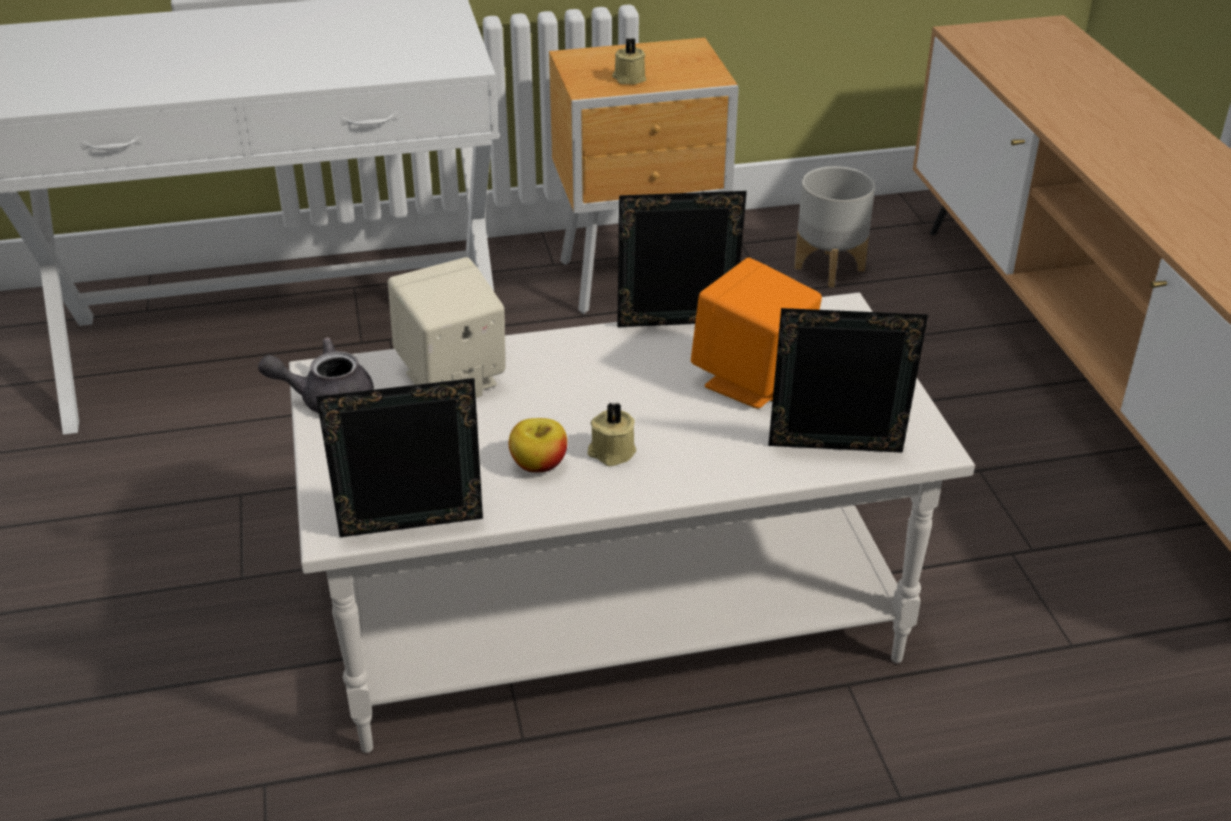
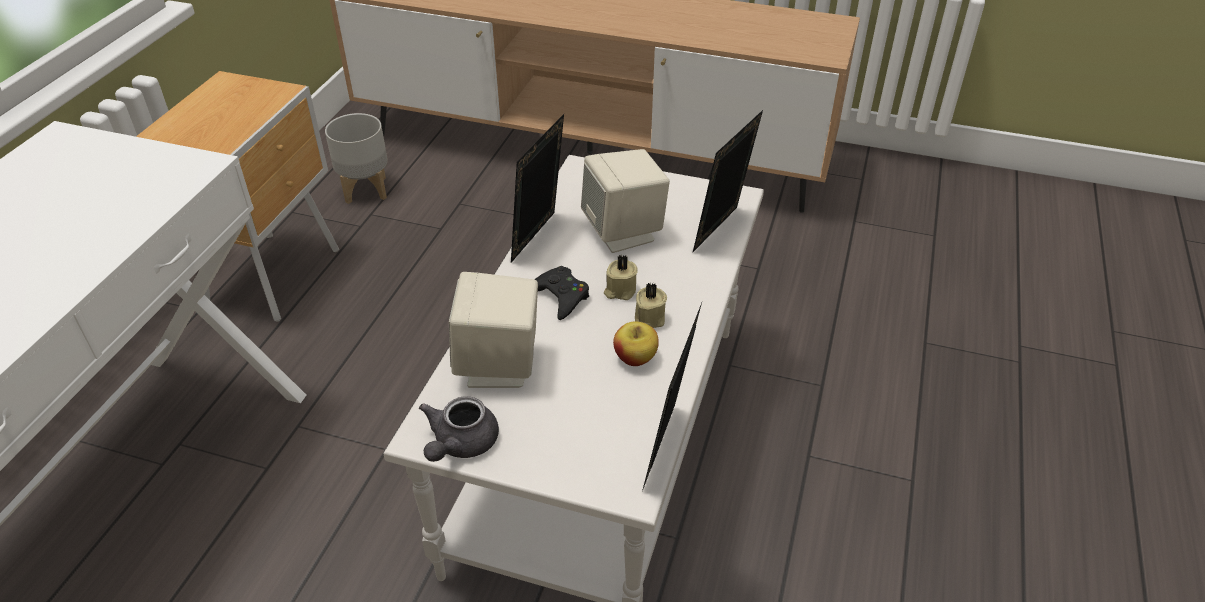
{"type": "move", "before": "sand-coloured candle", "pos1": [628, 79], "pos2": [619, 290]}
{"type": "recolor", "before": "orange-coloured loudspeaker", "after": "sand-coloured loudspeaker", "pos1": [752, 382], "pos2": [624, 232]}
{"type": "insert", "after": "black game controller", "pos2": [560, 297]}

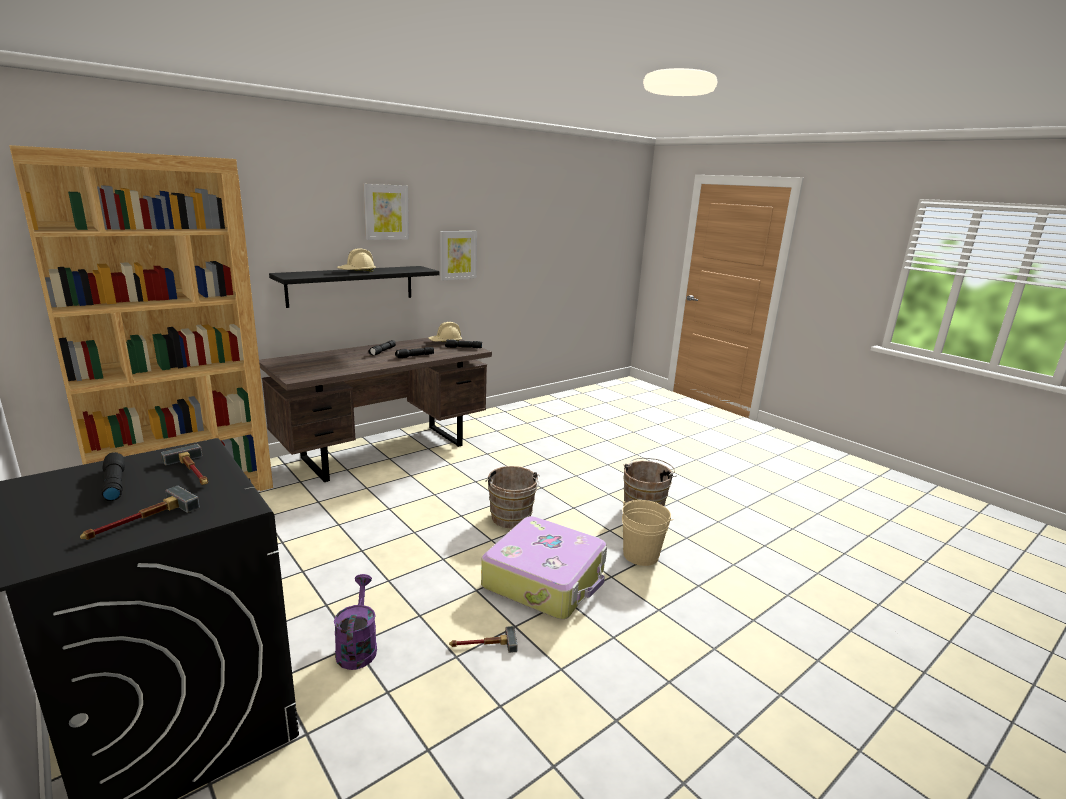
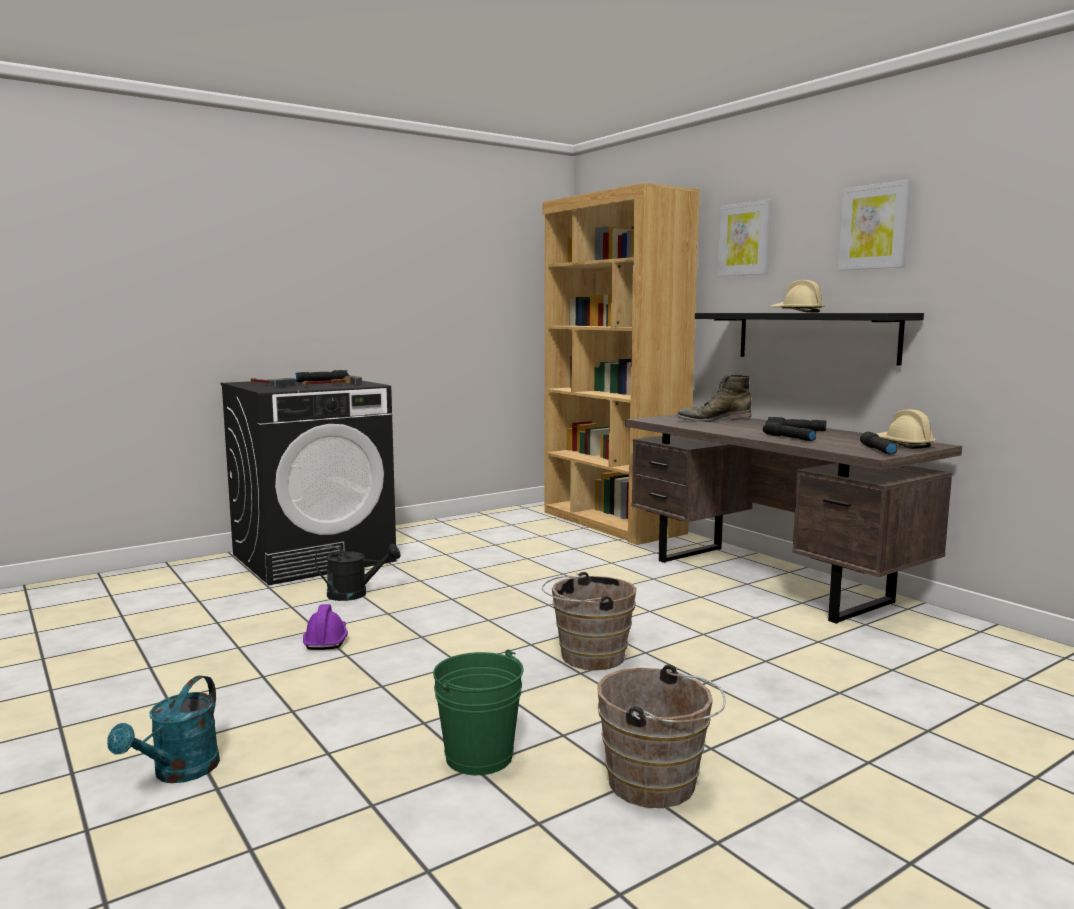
{"type": "move", "before": "picture", "pos1": [457, 255], "pos2": [745, 239]}
{"type": "recolor", "before": "sand-coloured pail", "after": "greenish pail", "pos1": [641, 555], "pos2": [479, 757]}
{"type": "delete", "before": "suitcase", "pos1": [545, 579]}
{"type": "recolor", "before": "purple-coloured watering pot", "after": "black watering pot", "pos1": [357, 646], "pos2": [355, 594]}
{"type": "replace", "before": "hand hammer", "after": "purple-coloured hard hat", "pos1": [482, 645], "pos2": [326, 640]}
{"type": "insert", "after": "greenish boot", "pos2": [713, 420]}
{"type": "insert", "after": "turquoise watering pot", "pos2": [179, 773]}

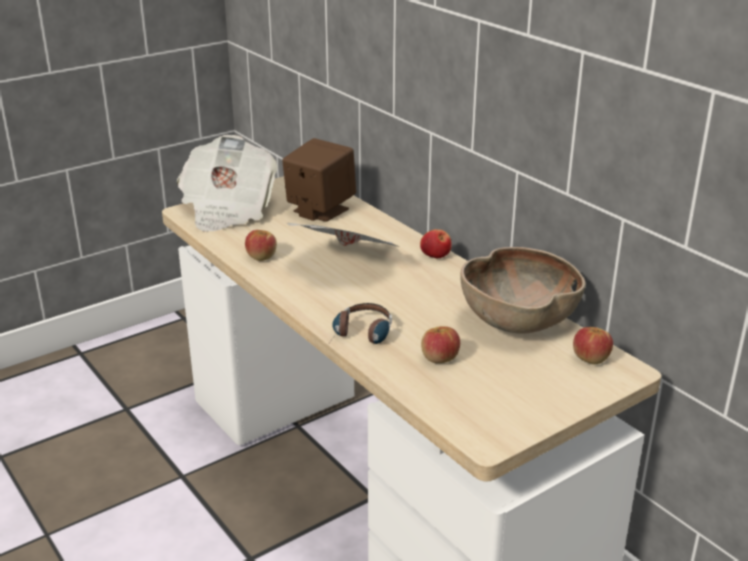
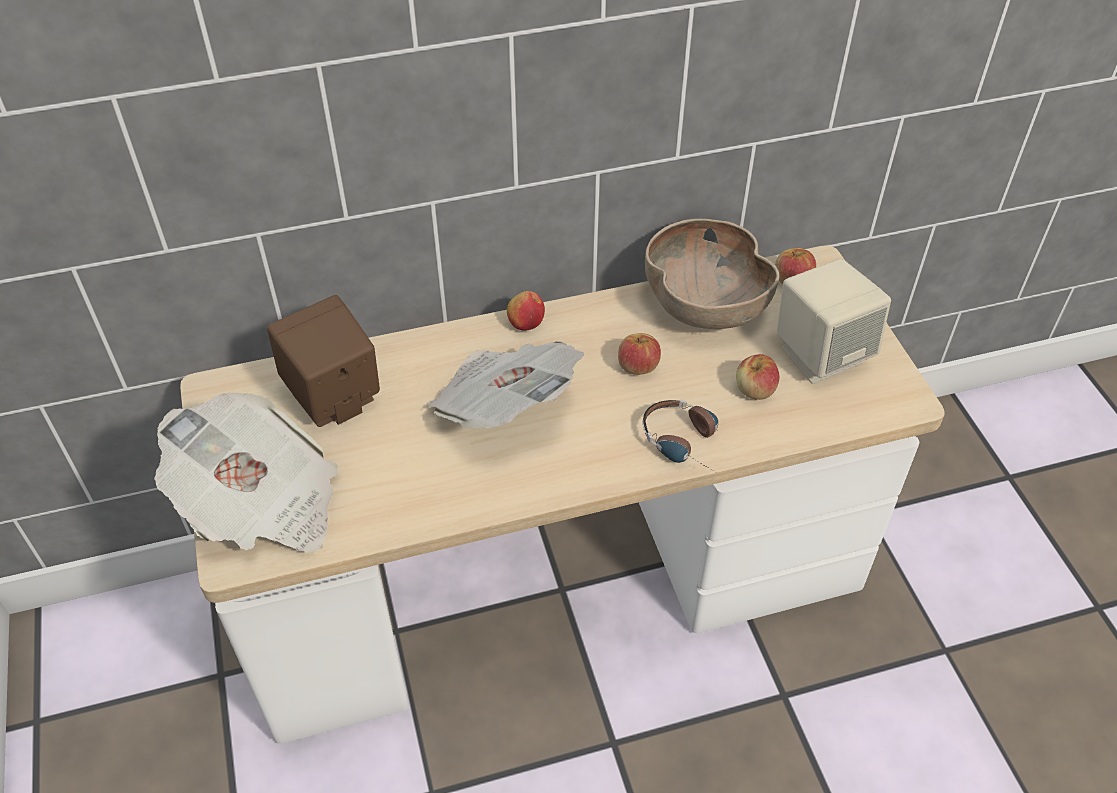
{"type": "move", "before": "apple", "pos1": [261, 256], "pos2": [637, 366]}
{"type": "insert", "after": "sand-coloured loudspeaker", "pos2": [821, 354]}

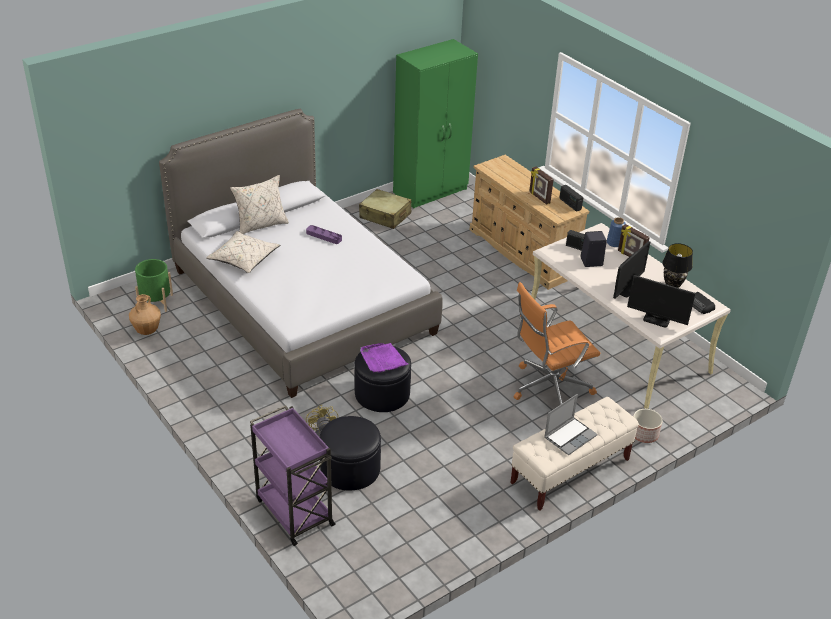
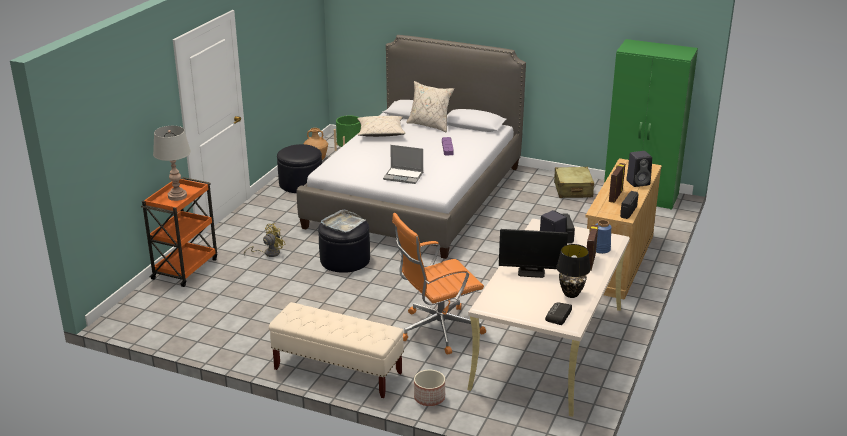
{"type": "delete", "before": "computer screen", "pos1": [656, 319]}
{"type": "rotate", "before": "orange-coloured desk chair", "pos1": [548, 388], "pos2": [437, 330], "turn": -60}
{"type": "recolor", "before": "purple-coloured carrying tray", "after": "greyish carrying tray", "pos1": [382, 359], "pos2": [343, 223]}
{"type": "move", "before": "notebook computer", "pos1": [570, 436], "pos2": [404, 176]}
{"type": "recolor", "before": "purple-coloured cart", "after": "orange-coloured cart", "pos1": [293, 511], "pos2": [185, 268]}
{"type": "move", "before": "black ottoman", "pos1": [350, 468], "pos2": [301, 183]}
{"type": "insert", "after": "greyish table lamp", "pos2": [177, 196]}
{"type": "insert", "after": "black loudspeaker", "pos2": [638, 182]}

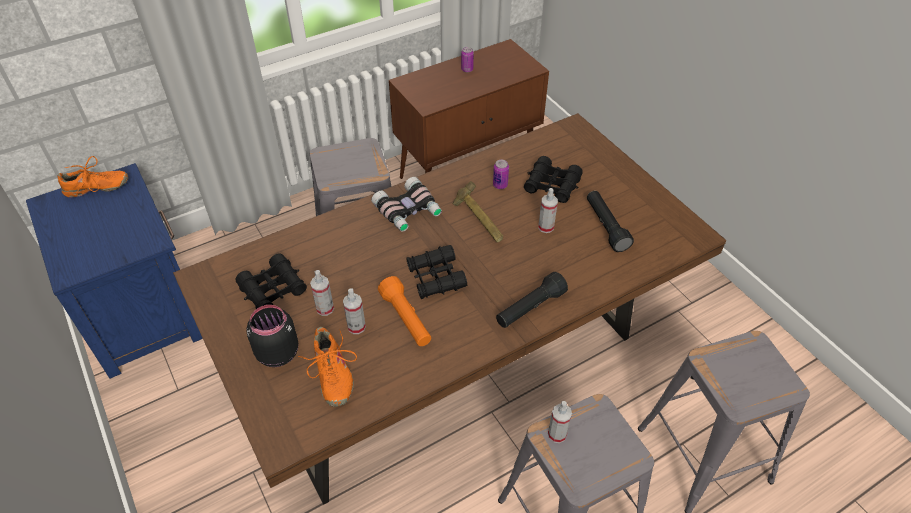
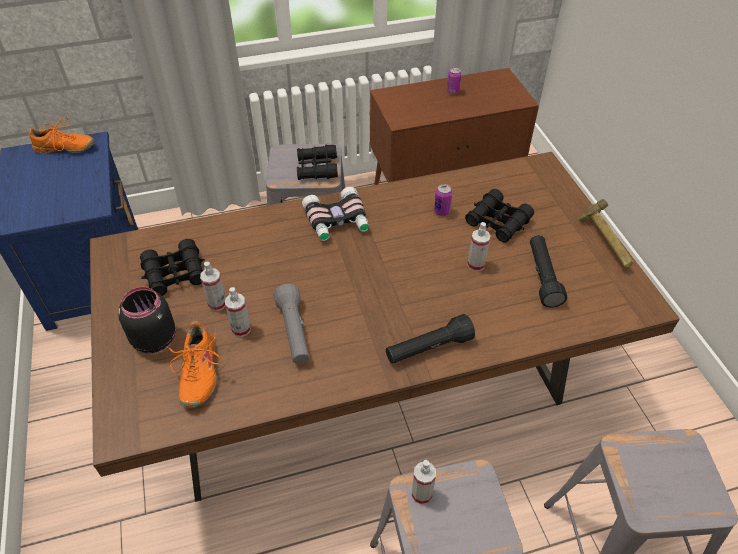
{"type": "move", "before": "hand hammer", "pos1": [479, 222], "pos2": [605, 243]}
{"type": "move", "before": "black pair of binoculars", "pos1": [436, 277], "pos2": [317, 168]}
{"type": "recolor", "before": "orange-coloured torch", "after": "greyish torch", "pos1": [406, 319], "pos2": [294, 332]}

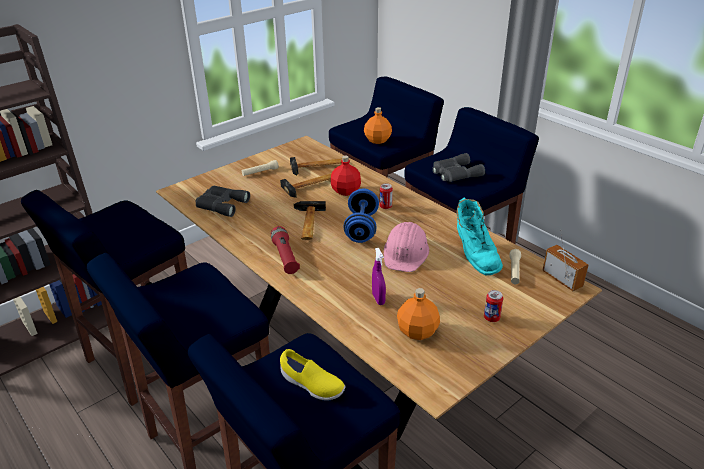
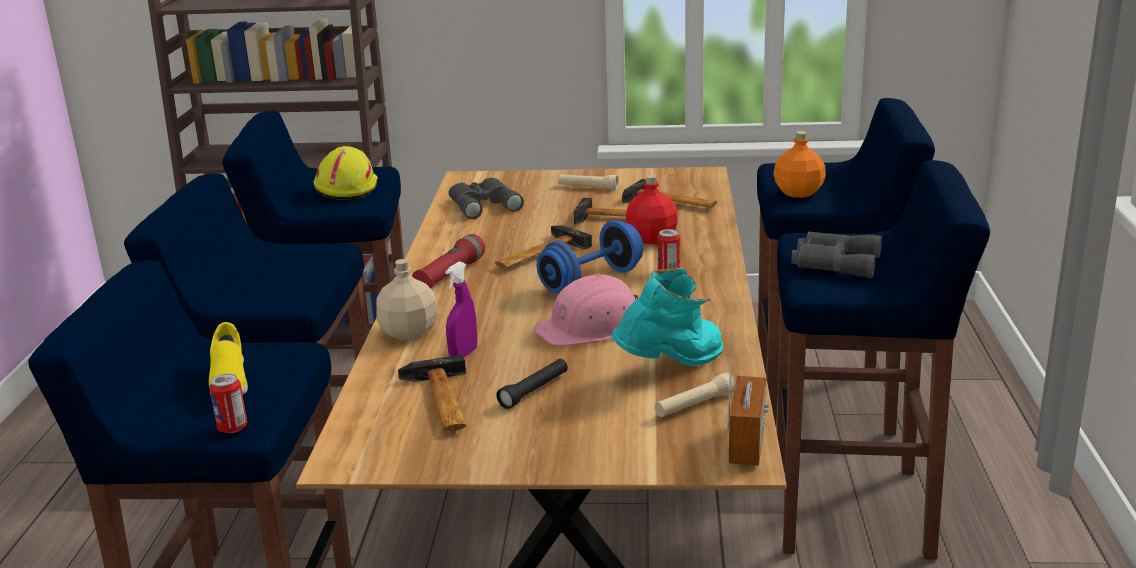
{"type": "rotate", "before": "turquoise boot", "pos1": [474, 257], "pos2": [672, 367], "turn": -150}
{"type": "replace", "before": "orange-coloured drink bottle", "after": "hand hammer", "pos1": [417, 331], "pos2": [441, 403]}
{"type": "move", "before": "metal can", "pos1": [491, 318], "pos2": [232, 428]}
{"type": "insert", "after": "yellow-coloured hard hat", "pos2": [346, 189]}
{"type": "insert", "after": "sand-coloured drink bottle", "pos2": [409, 332]}
{"type": "insert", "after": "black torch", "pos2": [534, 391]}

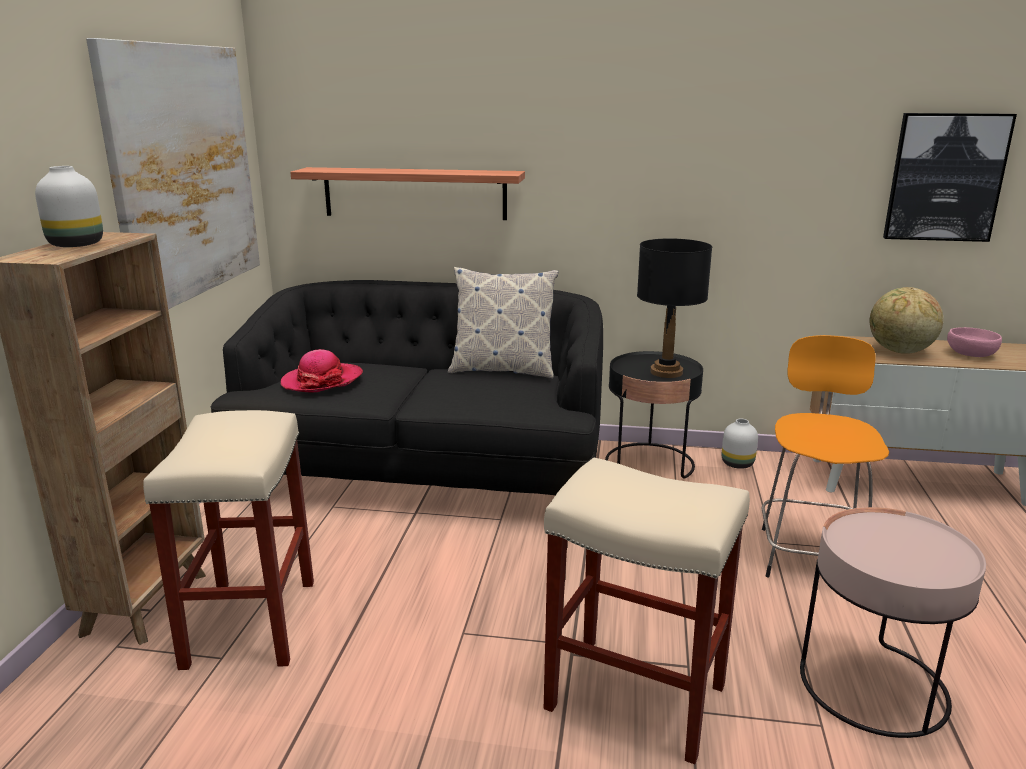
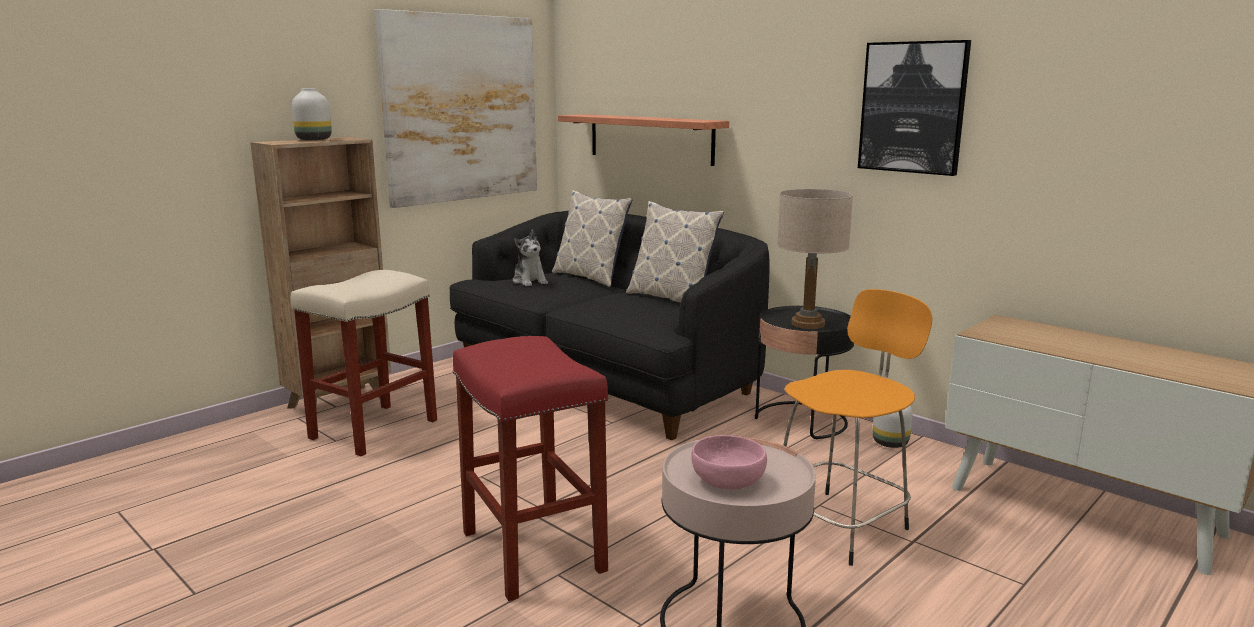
{"type": "move", "before": "picture", "pos1": [945, 177], "pos2": [913, 107]}
{"type": "recolor", "before": "black table lamp", "after": "sand-coloured table lamp", "pos1": [666, 372], "pos2": [808, 324]}
{"type": "delete", "before": "globe", "pos1": [899, 351]}
{"type": "move", "before": "pinkish deep dish", "pos1": [971, 354], "pos2": [727, 481]}
{"type": "replace", "before": "wearable hat", "after": "cuddly toy", "pos1": [322, 381], "pos2": [529, 281]}
{"type": "recolor", "before": "sand-coloured stool seat", "after": "red stool seat", "pos1": [633, 697], "pos2": [531, 550]}
{"type": "insert", "after": "cushion", "pos2": [590, 277]}

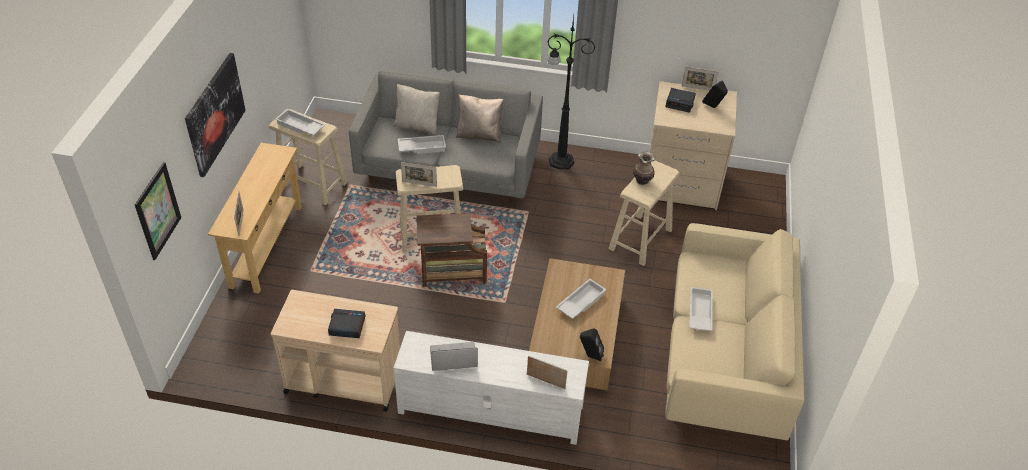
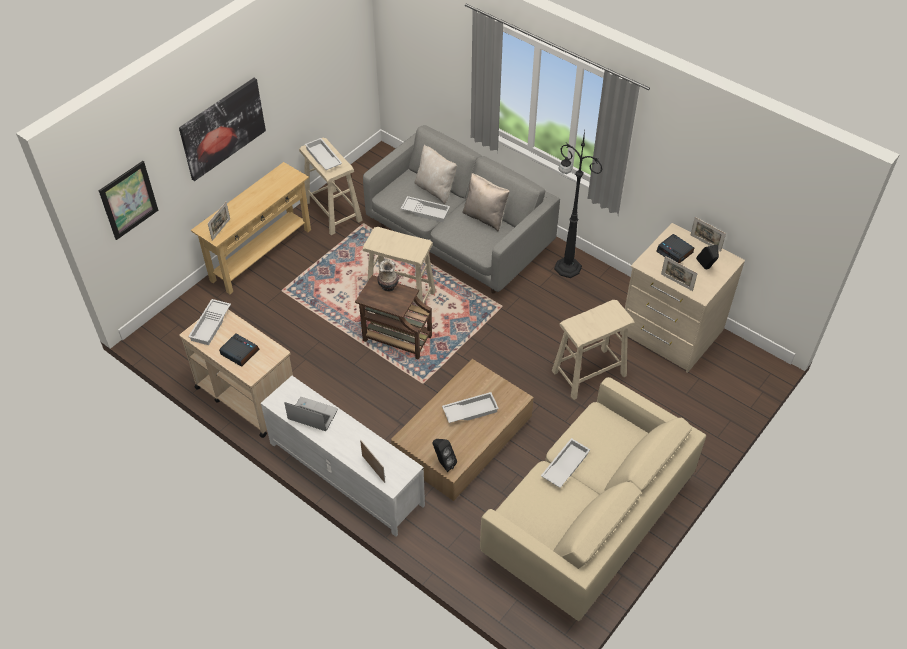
{"type": "move", "before": "vase", "pos1": [642, 180], "pos2": [388, 286]}
{"type": "move", "before": "picture frame", "pos1": [419, 184], "pos2": [676, 282]}
{"type": "insert", "after": "white carrying tray", "pos2": [211, 325]}

